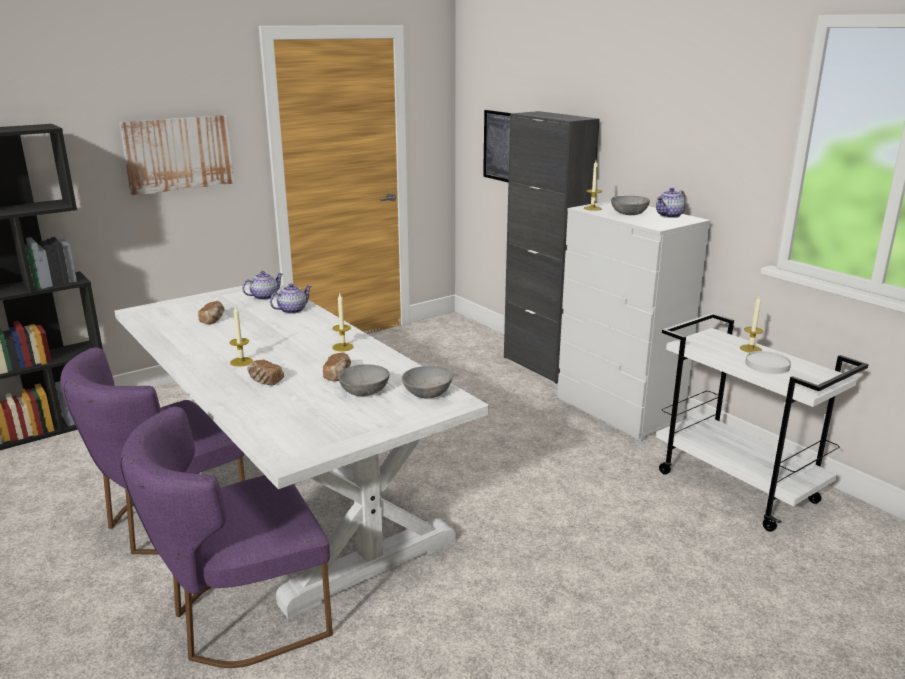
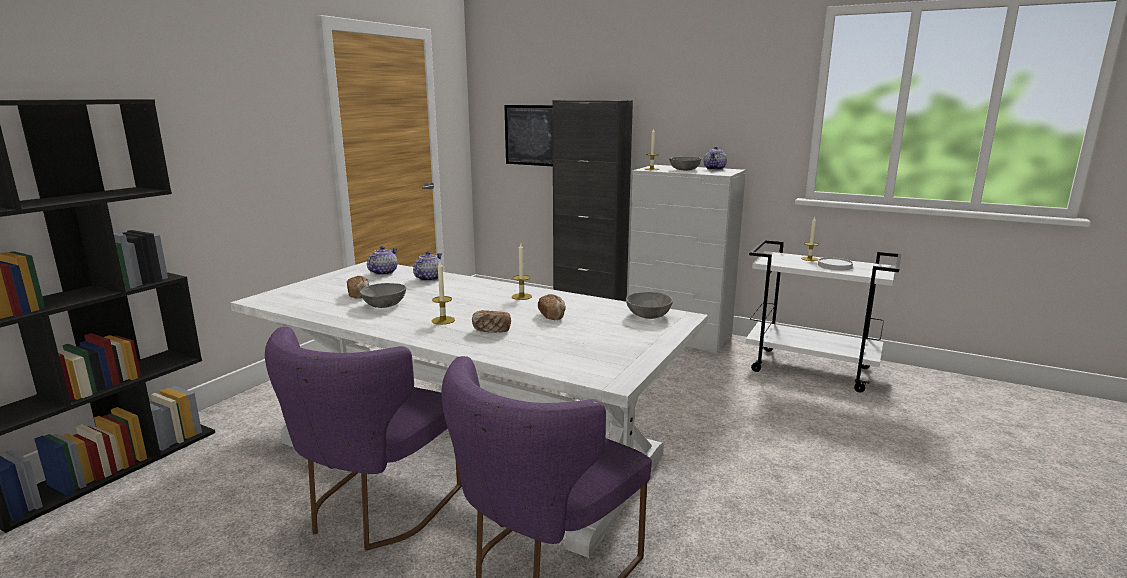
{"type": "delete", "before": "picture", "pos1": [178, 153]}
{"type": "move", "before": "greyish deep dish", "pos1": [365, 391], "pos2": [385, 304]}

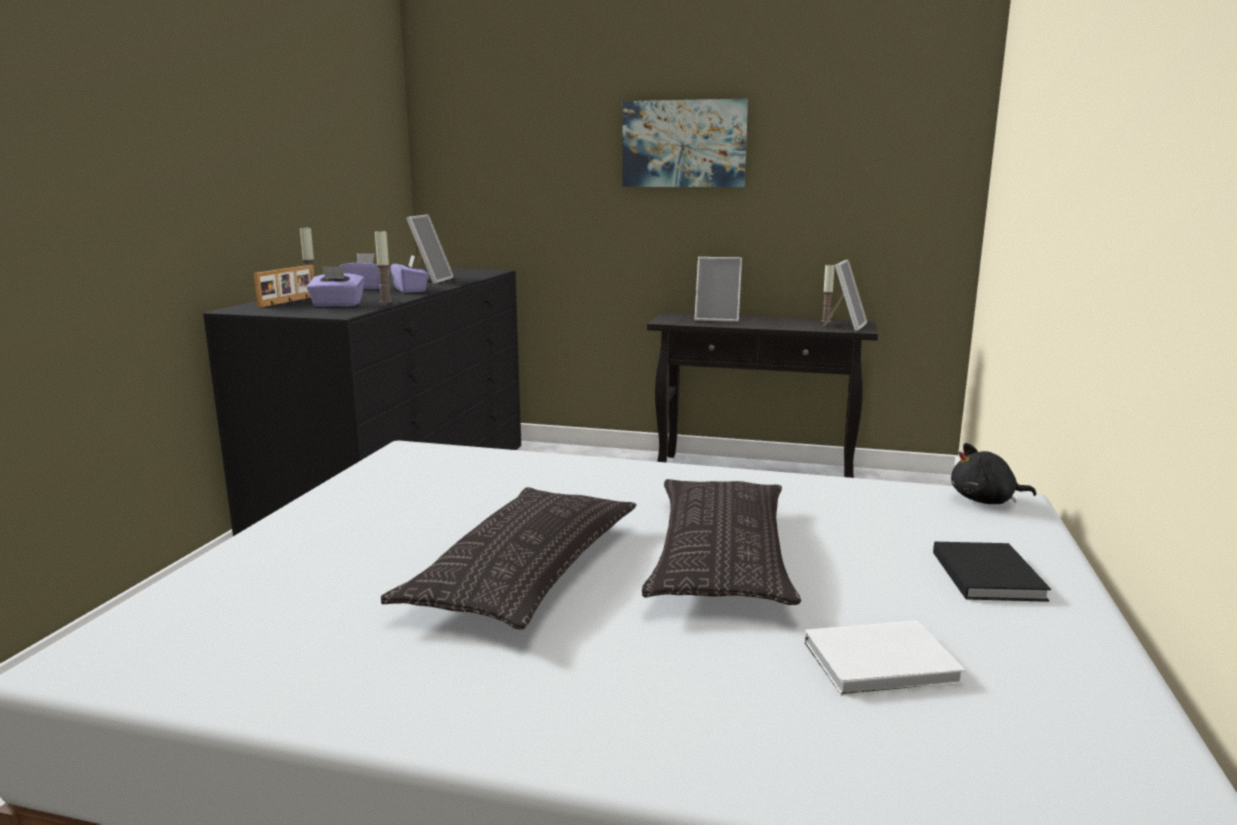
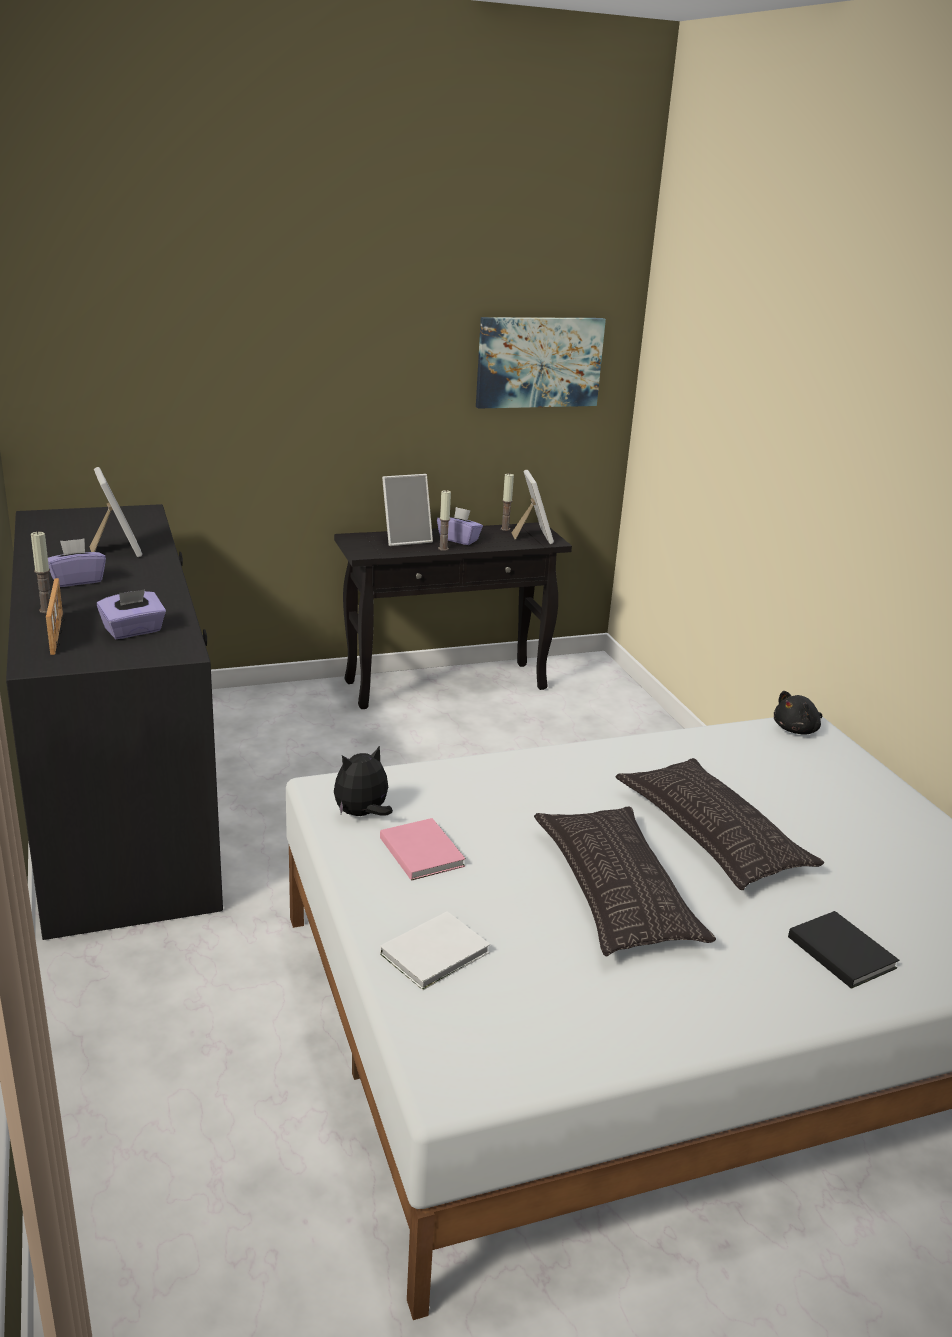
{"type": "move", "before": "picture", "pos1": [684, 144], "pos2": [539, 362]}
{"type": "move", "before": "candle", "pos1": [385, 302], "pos2": [443, 548]}
{"type": "move", "before": "purple-coloured box of tissues", "pos1": [411, 290], "pos2": [459, 539]}
{"type": "move", "before": "black book", "pos1": [988, 574], "pos2": [840, 950]}
{"type": "move", "before": "white book", "pos1": [885, 663], "pos2": [438, 953]}
{"type": "insert", "after": "cuddly toy", "pos2": [362, 814]}
{"type": "insert", "after": "pinkish book", "pos2": [422, 850]}

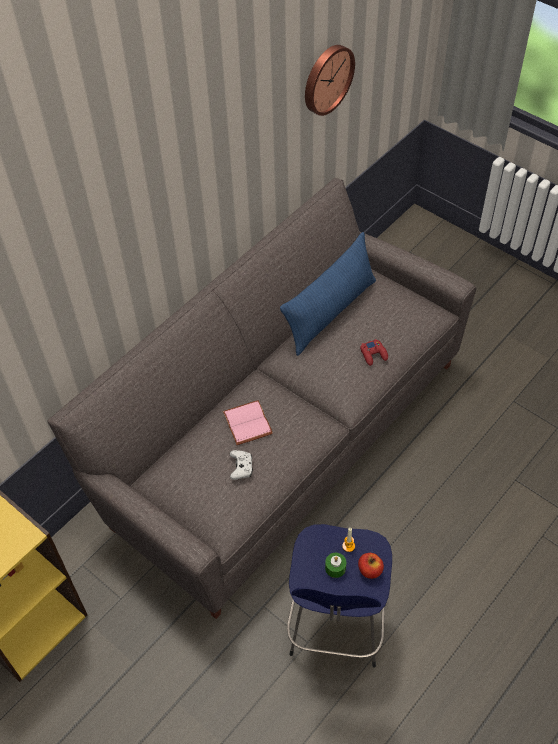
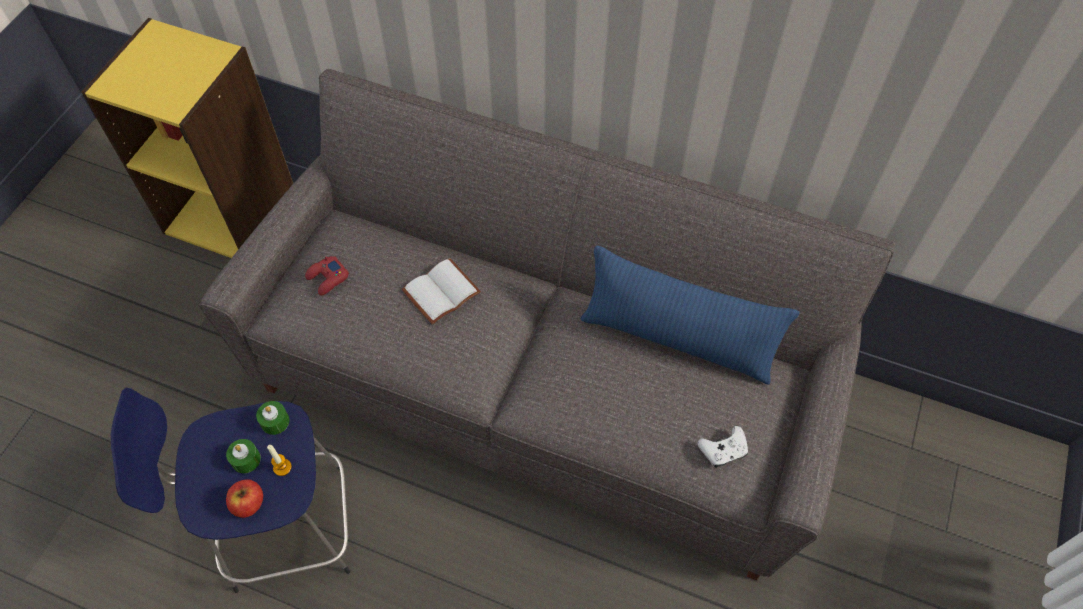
{"type": "delete", "before": "clock on the wall", "pos1": [326, 79]}
{"type": "move", "before": "red game controller", "pos1": [373, 354], "pos2": [327, 278]}
{"type": "recolor", "before": "pinkish book", "after": "white book", "pos1": [249, 423], "pos2": [441, 294]}
{"type": "move", "before": "white game controller", "pos1": [241, 468], "pos2": [723, 451]}
{"type": "insert", "after": "greenish candle", "pos2": [275, 421]}

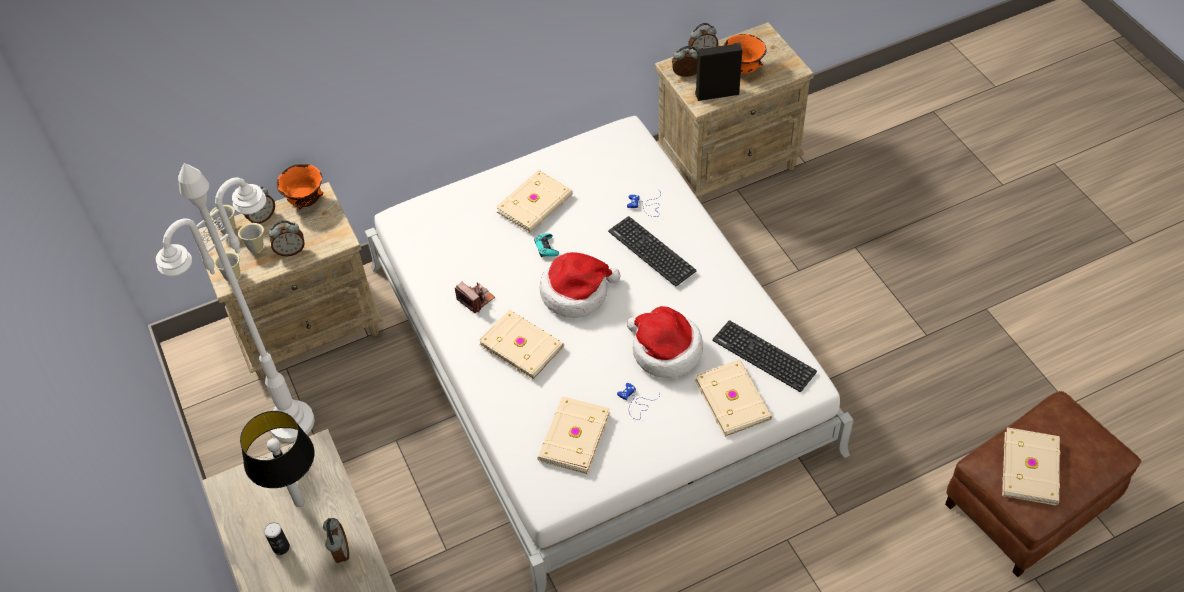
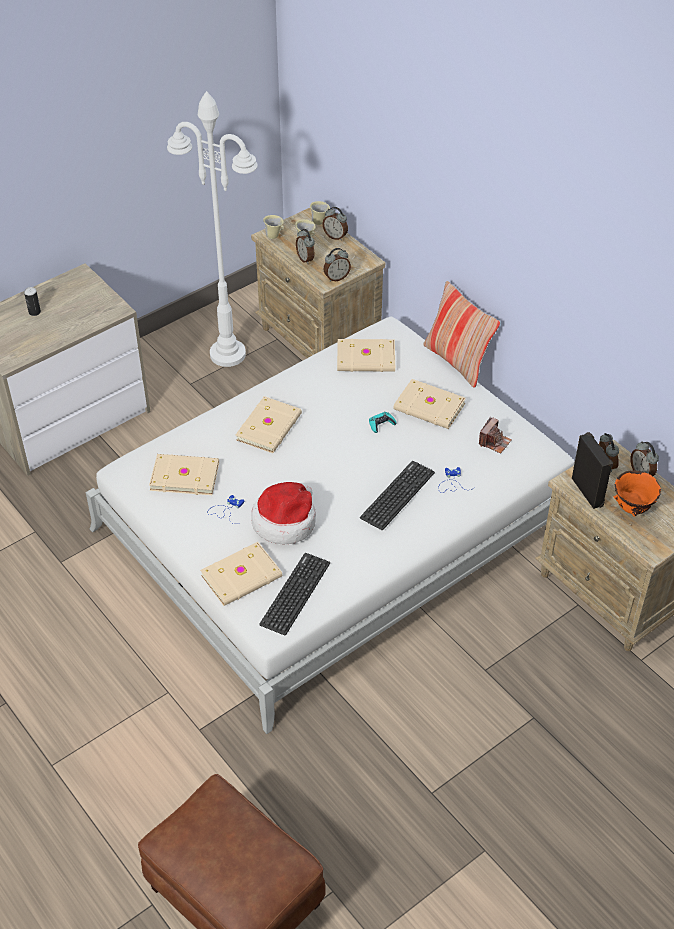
{"type": "delete", "before": "orange-coloured deep dish", "pos1": [306, 202]}
{"type": "delete", "before": "wearable hat", "pos1": [576, 292]}
{"type": "move", "before": "still camera", "pos1": [476, 299], "pos2": [494, 442]}
{"type": "delete", "before": "table lamp", "pos1": [299, 502]}
{"type": "move", "before": "sand-coloured book", "pos1": [1032, 468], "pos2": [366, 359]}
{"type": "move", "before": "alarm clock", "pos1": [340, 551], "pos2": [336, 277]}
{"type": "insert", "after": "cushion", "pos2": [457, 361]}

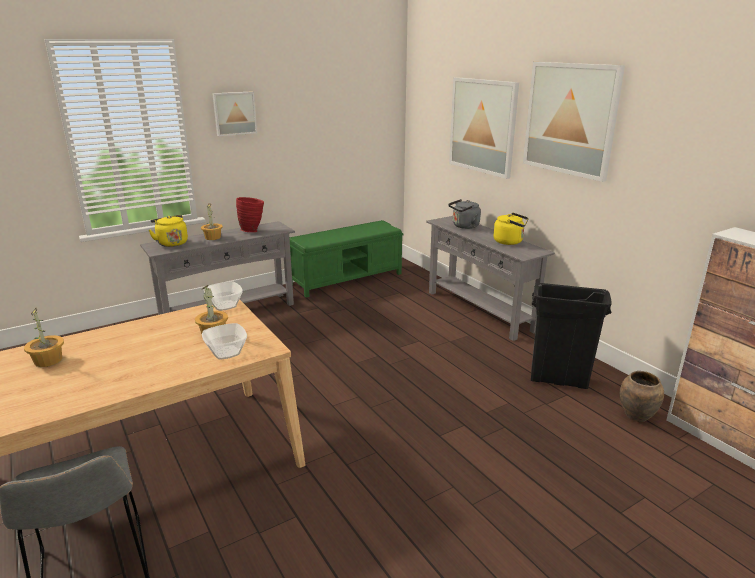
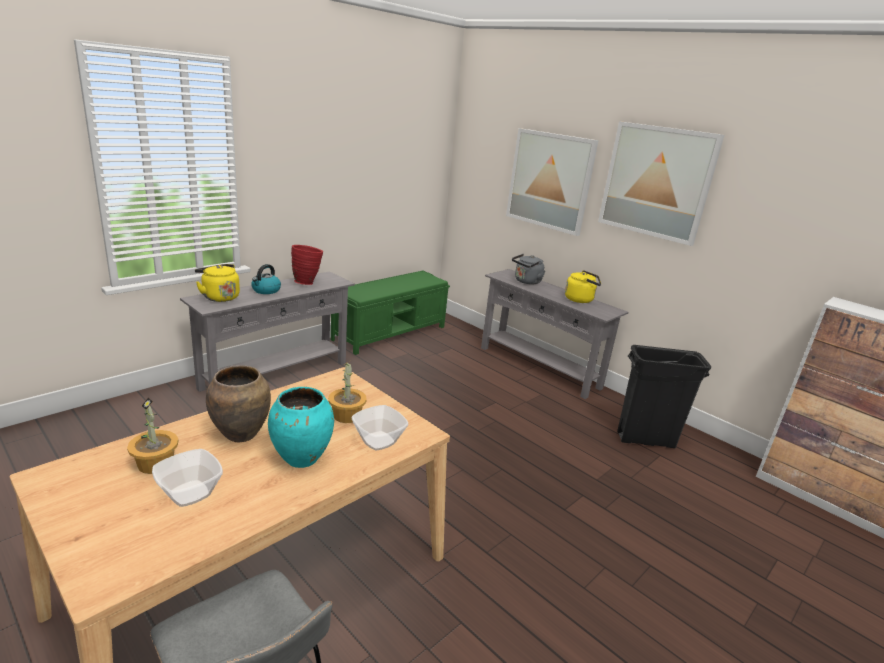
{"type": "delete", "before": "picture", "pos1": [234, 113]}
{"type": "replace", "before": "plant in a pot", "after": "tea kettle", "pos1": [213, 237], "pos2": [266, 290]}
{"type": "move", "before": "deep dish", "pos1": [224, 306], "pos2": [189, 494]}
{"type": "move", "before": "brown-coloured vase", "pos1": [636, 416], "pos2": [241, 434]}
{"type": "insert", "after": "turquoise vase", "pos2": [302, 459]}

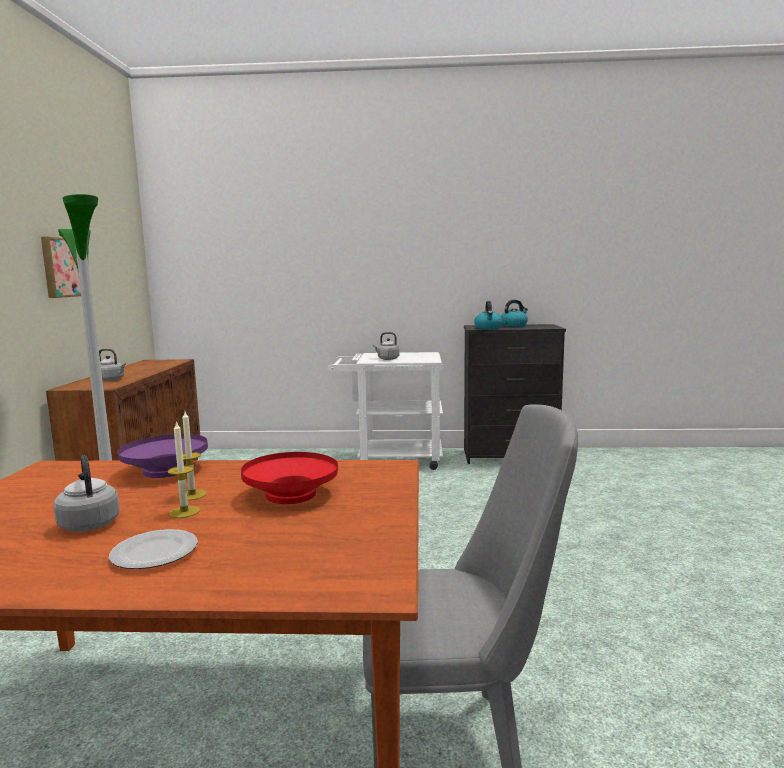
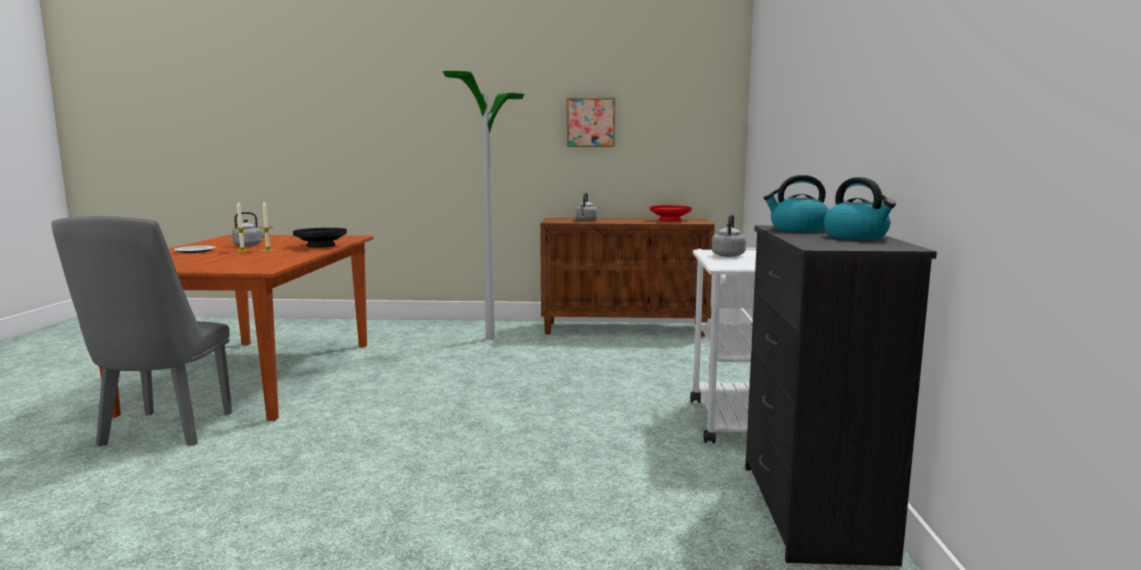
{"type": "recolor", "before": "purple-coloured deep dish", "after": "black deep dish", "pos1": [165, 470], "pos2": [321, 246]}
{"type": "move", "before": "red deep dish", "pos1": [291, 495], "pos2": [670, 220]}

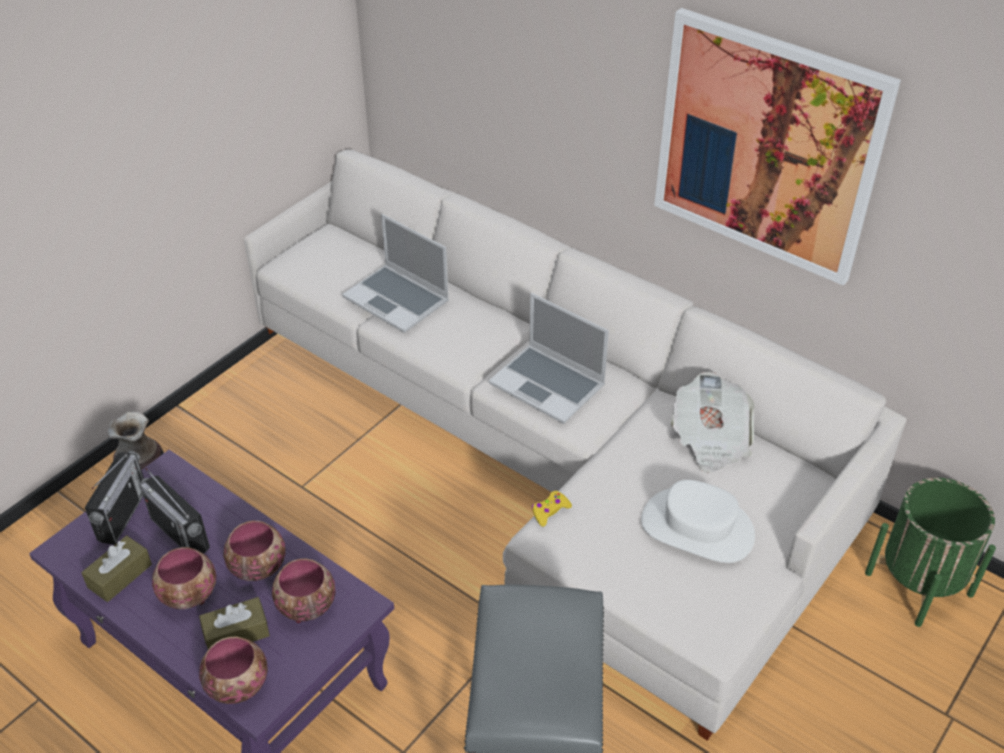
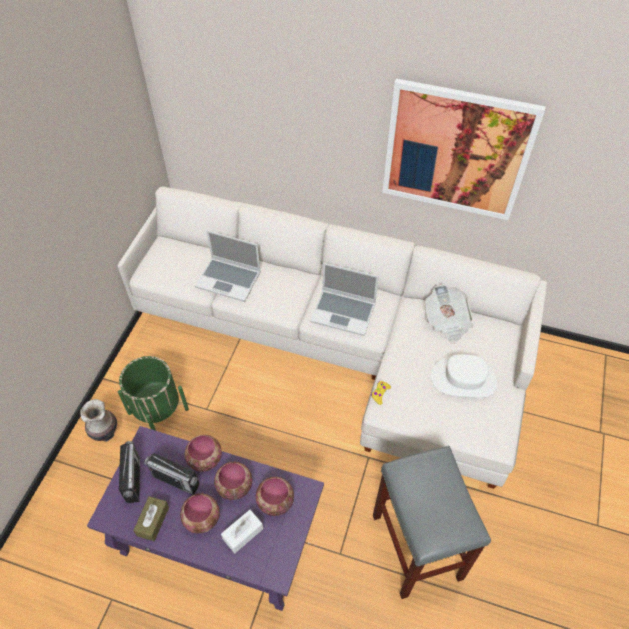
{"type": "move", "before": "greenish planter", "pos1": [918, 584], "pos2": [158, 411]}
{"type": "recolor", "before": "brown-coloured box of tissues", "after": "white box of tissues", "pos1": [236, 633], "pos2": [243, 534]}
{"type": "move", "before": "deep dish", "pos1": [238, 684], "pos2": [205, 458]}

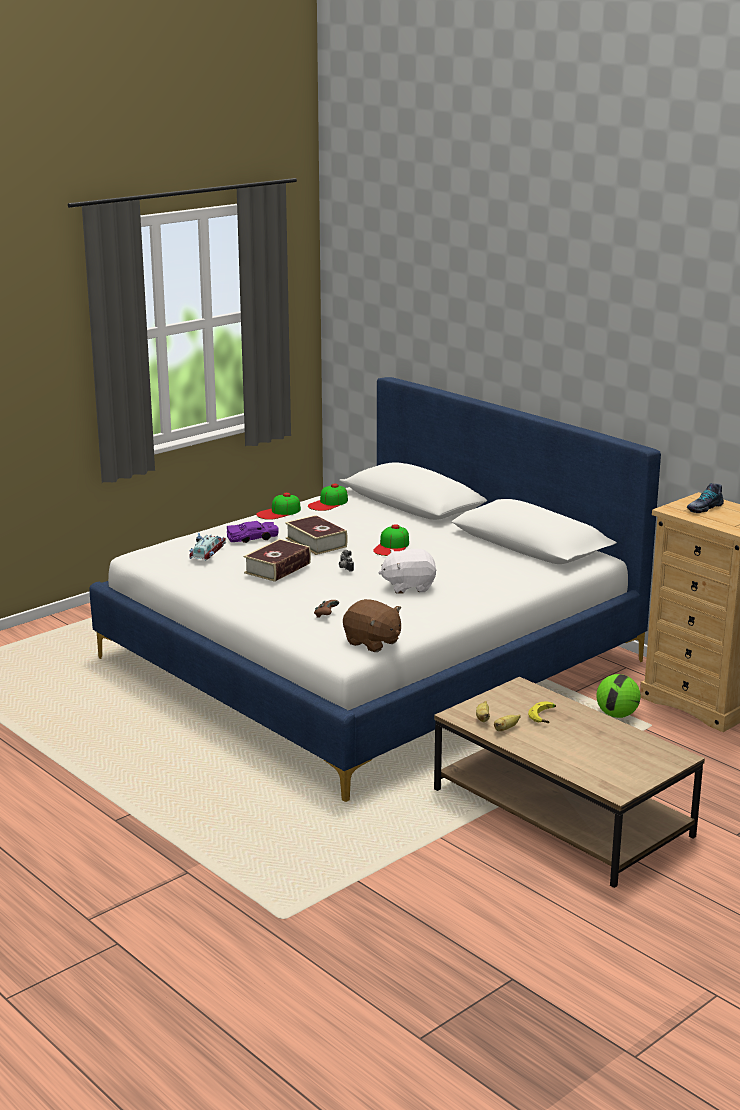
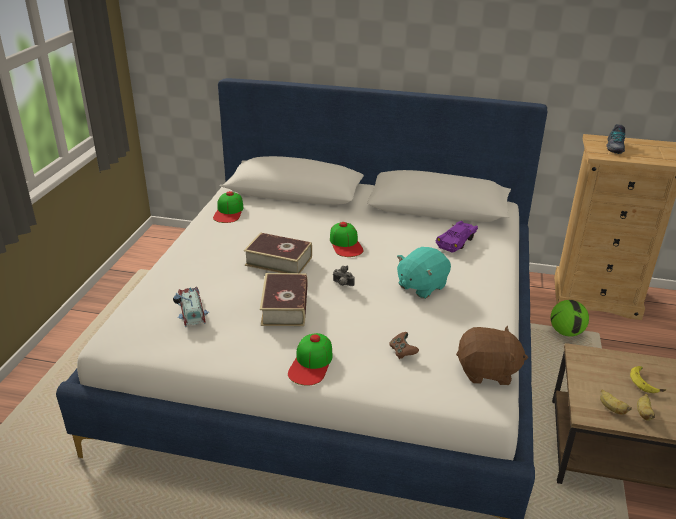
{"type": "move", "before": "baseball cap", "pos1": [279, 512], "pos2": [311, 363]}
{"type": "move", "before": "purple-coloured miniature car", "pos1": [253, 538], "pos2": [457, 241]}
{"type": "recolor", "before": "white cuddly toy", "after": "turquoise cuddly toy", "pos1": [408, 586], "pos2": [421, 286]}

